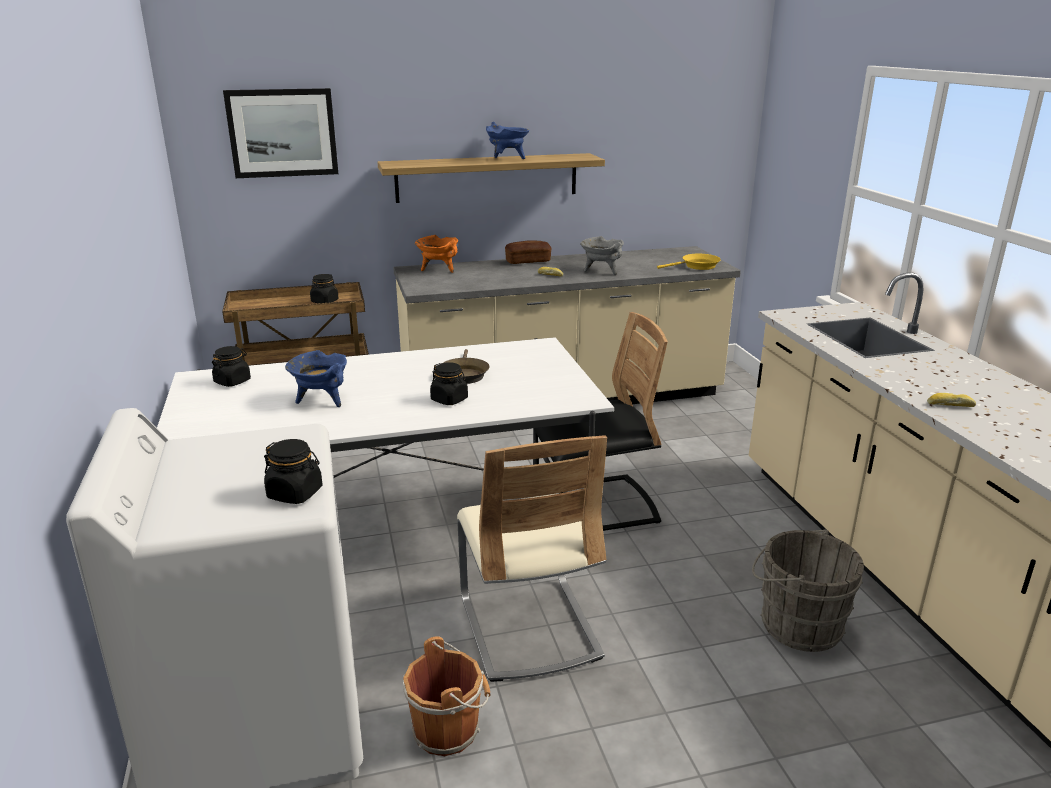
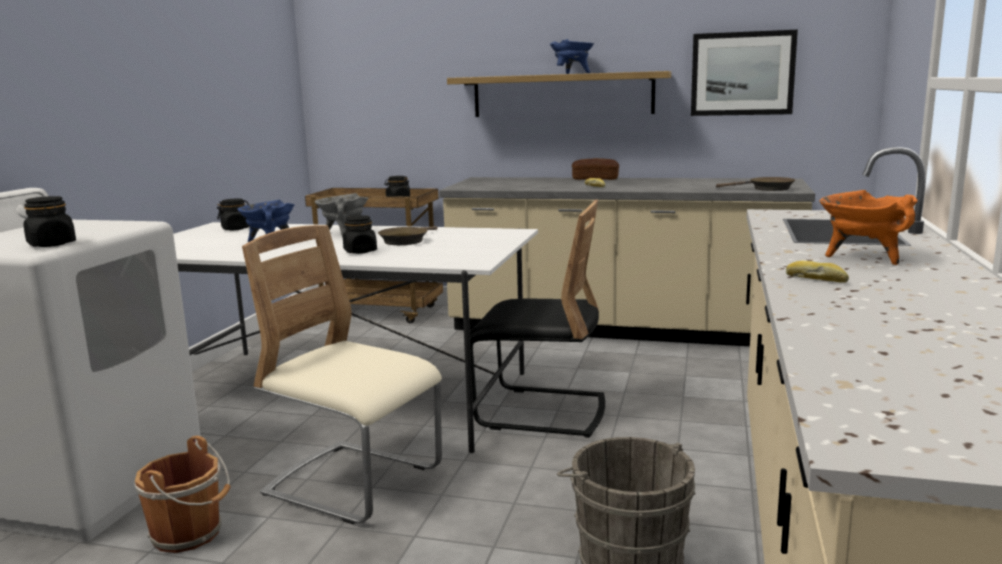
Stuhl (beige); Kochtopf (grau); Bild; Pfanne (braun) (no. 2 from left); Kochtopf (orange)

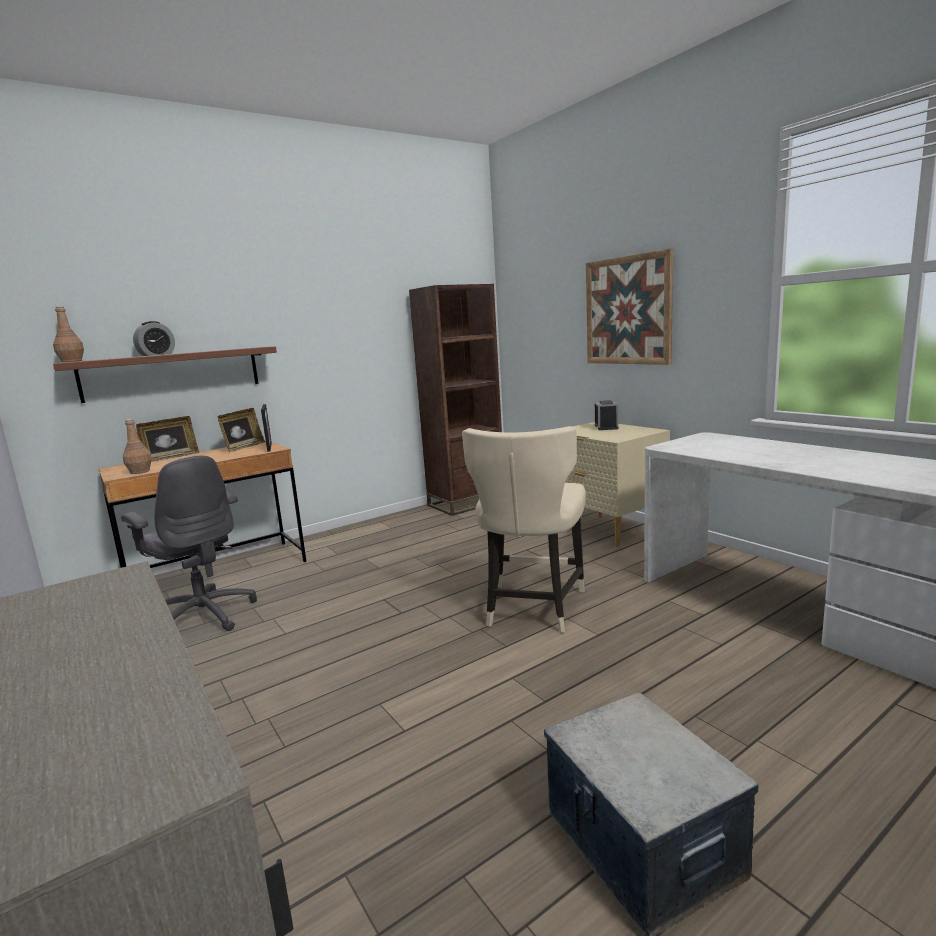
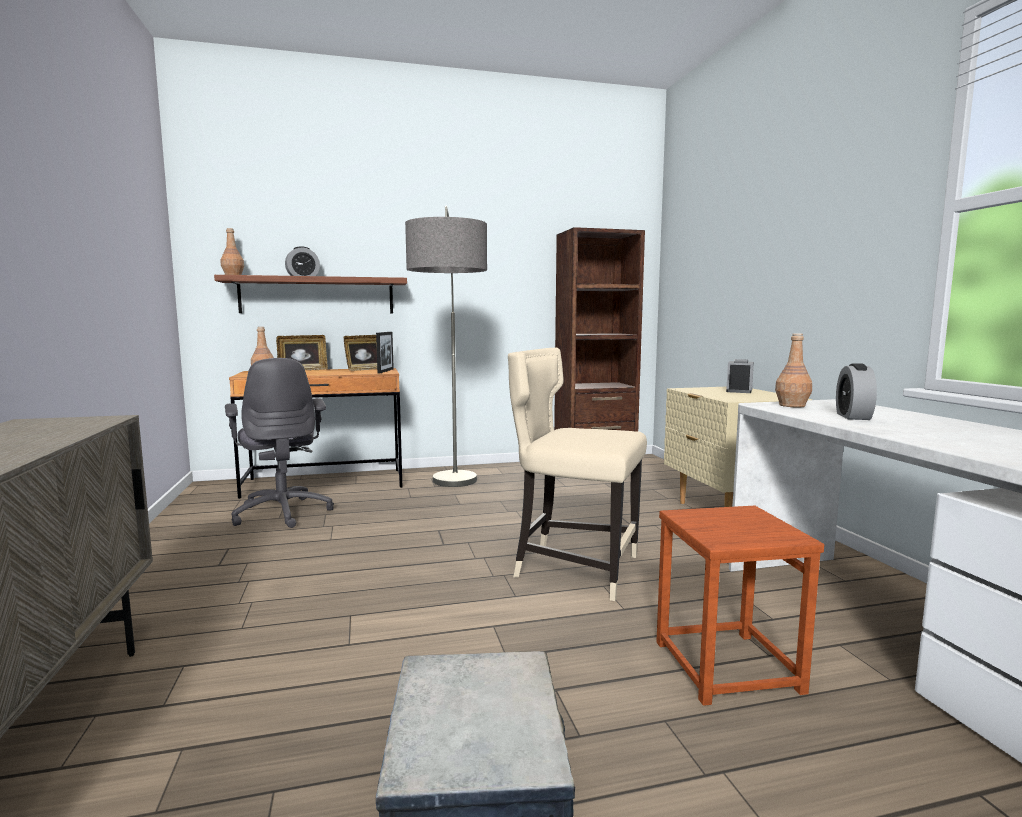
Stehlampe; Stuhl (beige); Hocker (braun); Flasche (braun) (no. 3 from left); Wecker (no. 3 from left); Bild

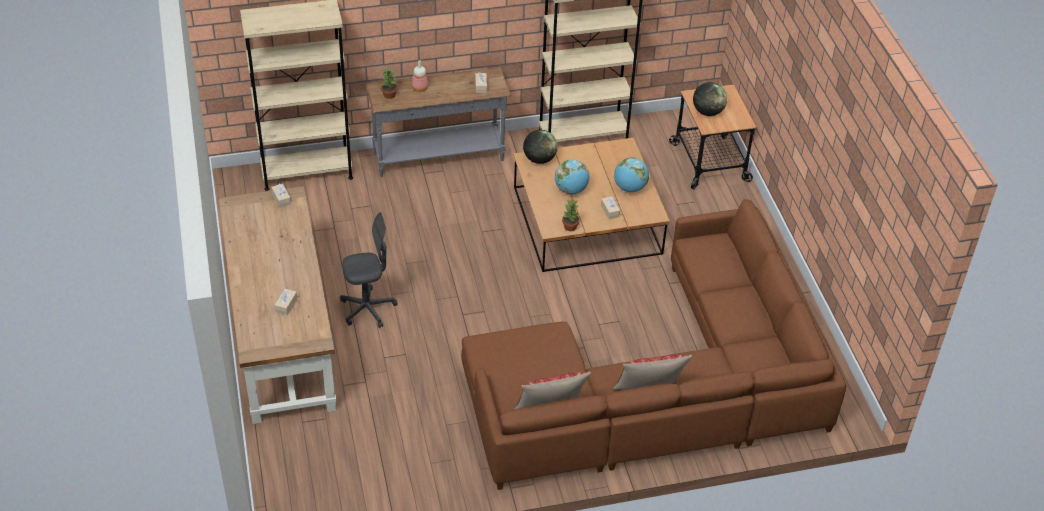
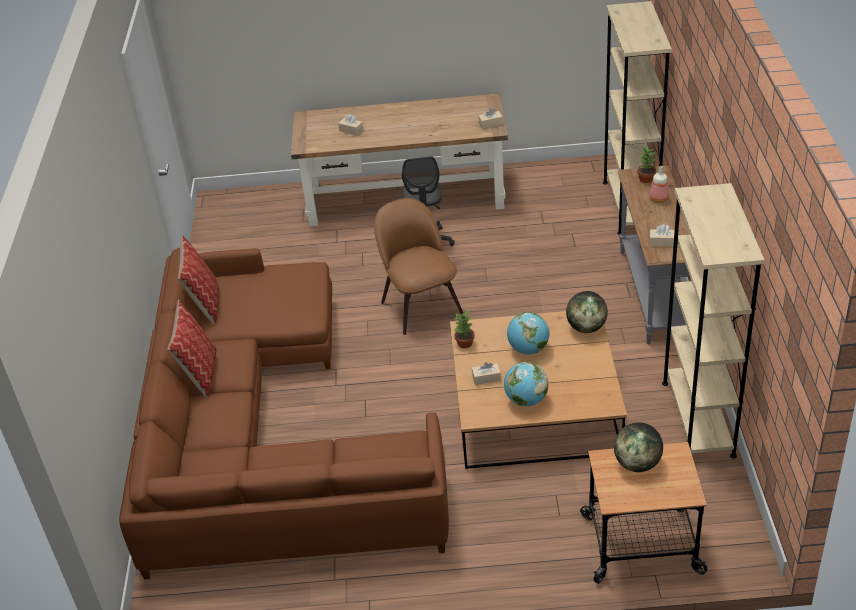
Stuhl (braun)

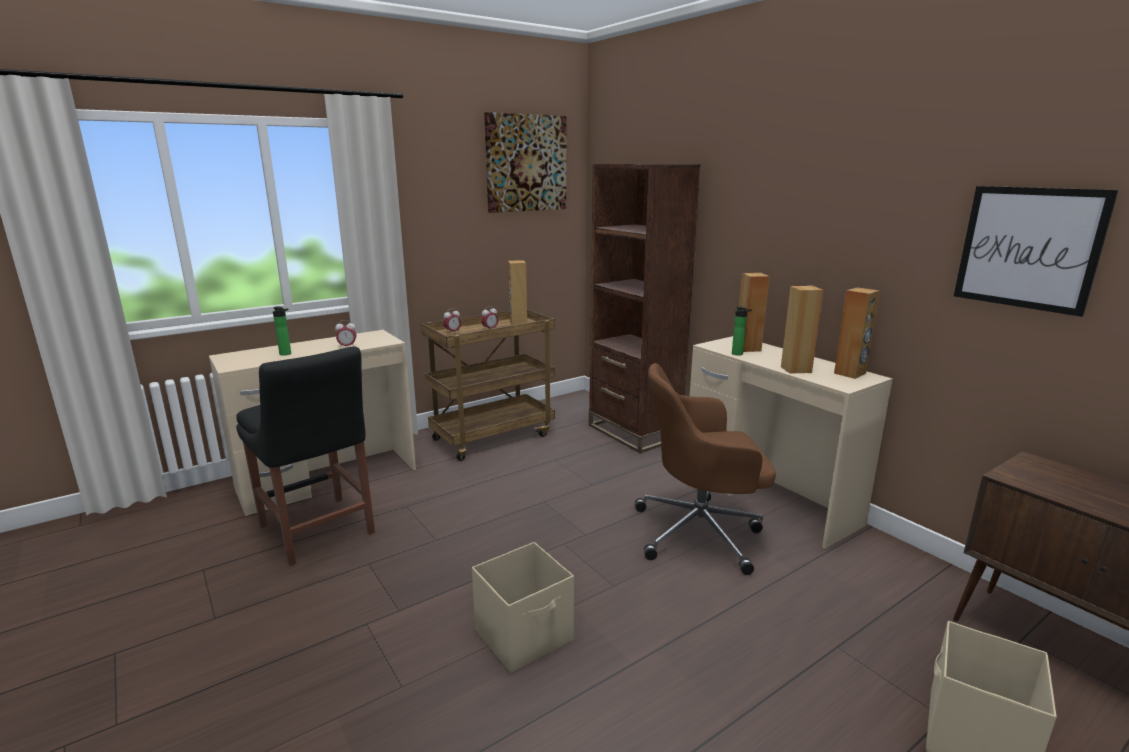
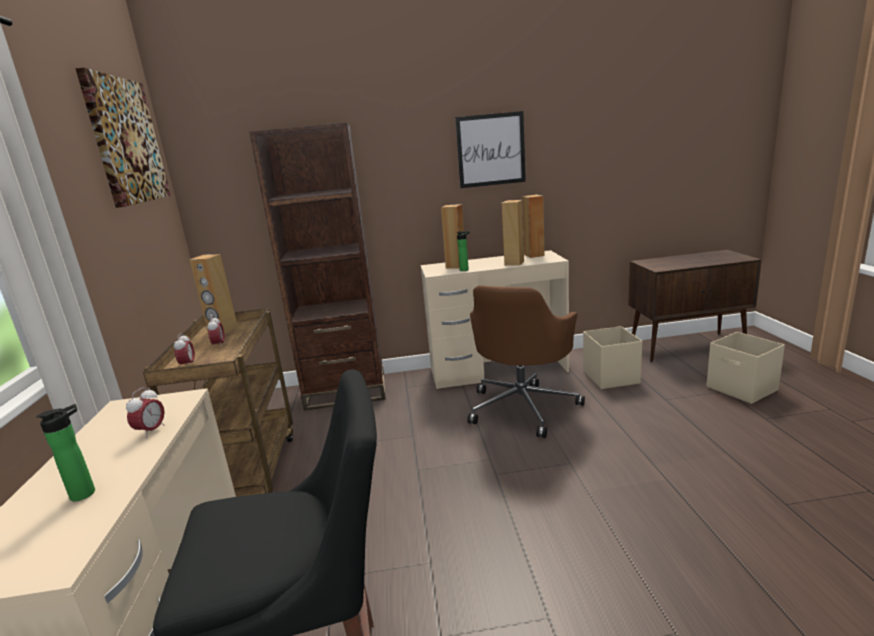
Bild (no. 2 from left); Aufbewahrungsbox (beige) (no. 1 from left)

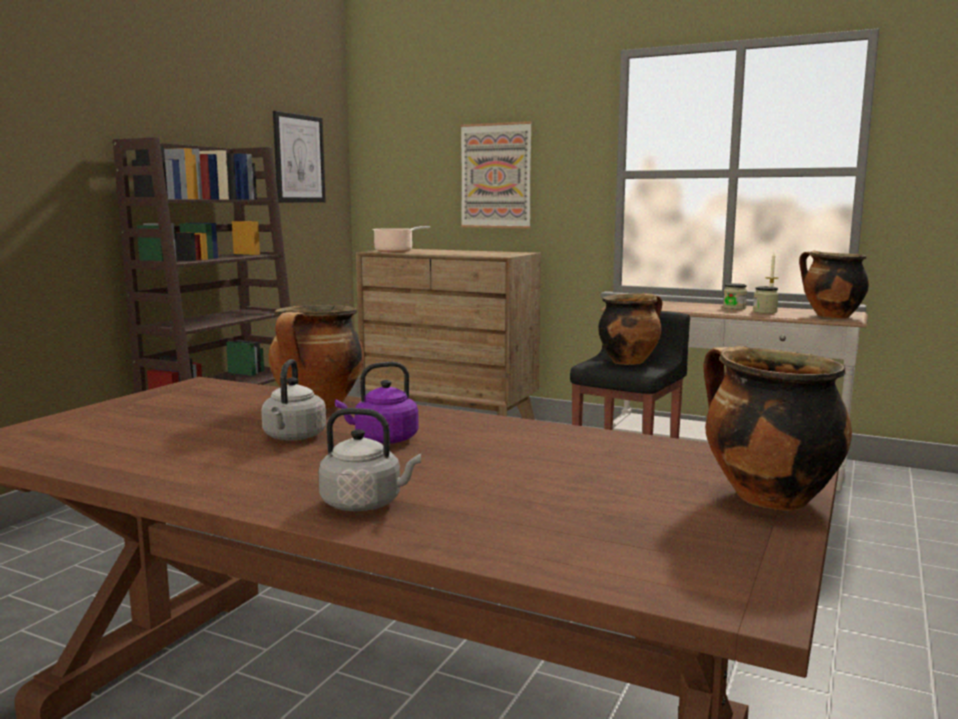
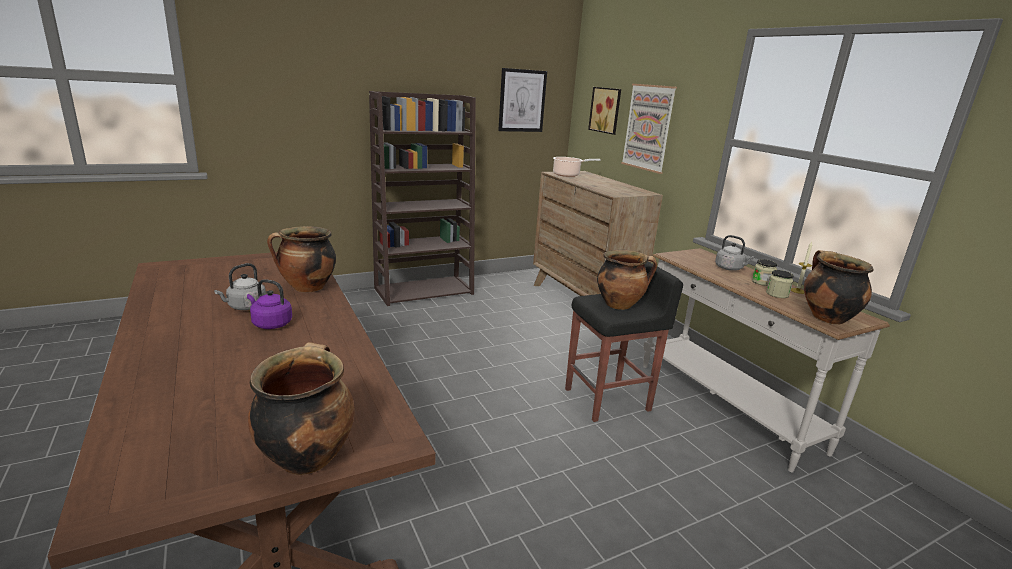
Bild (no. 2 from left); Wasserkessel (grau) (no. 2 from left)

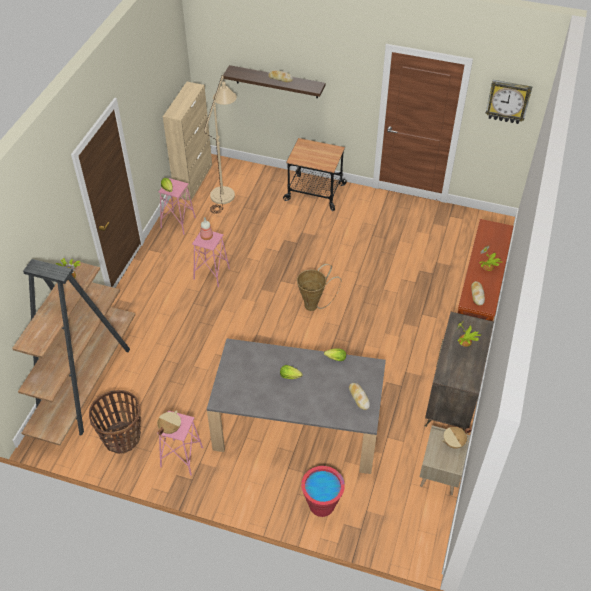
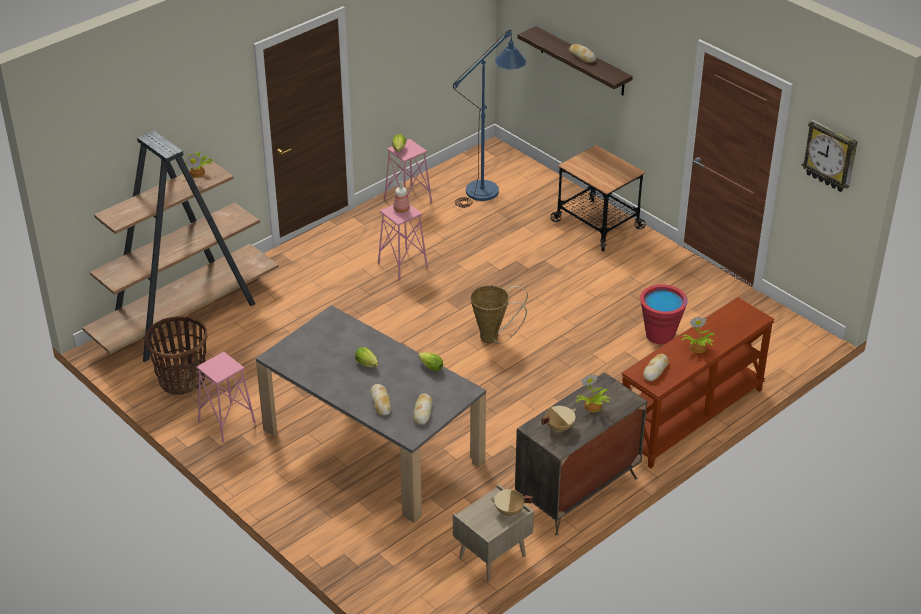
Brot (no. 1 from left); Stehlampe (blau); Kochtopf (beige) (no. 2 from left); Eimer (rot); Schrank (beige)

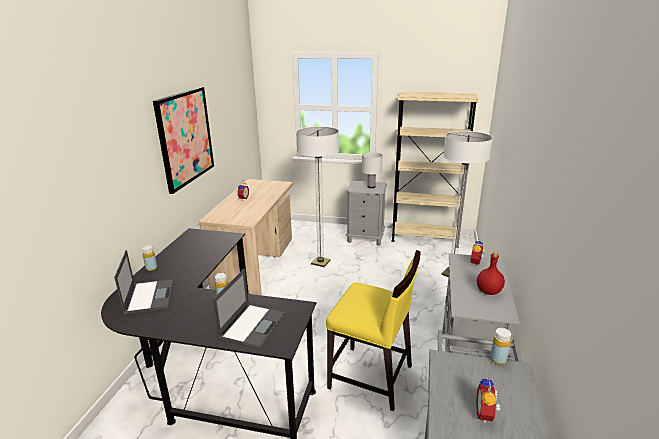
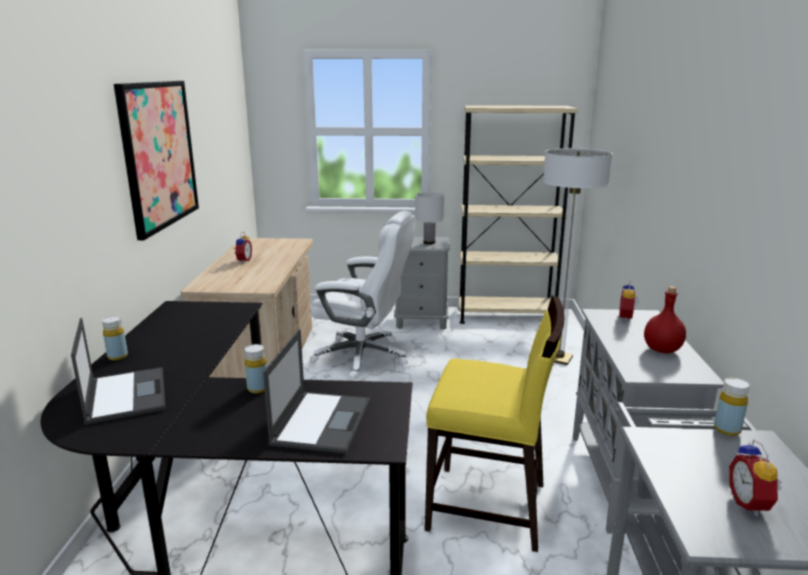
Bürostuhl (weiß)

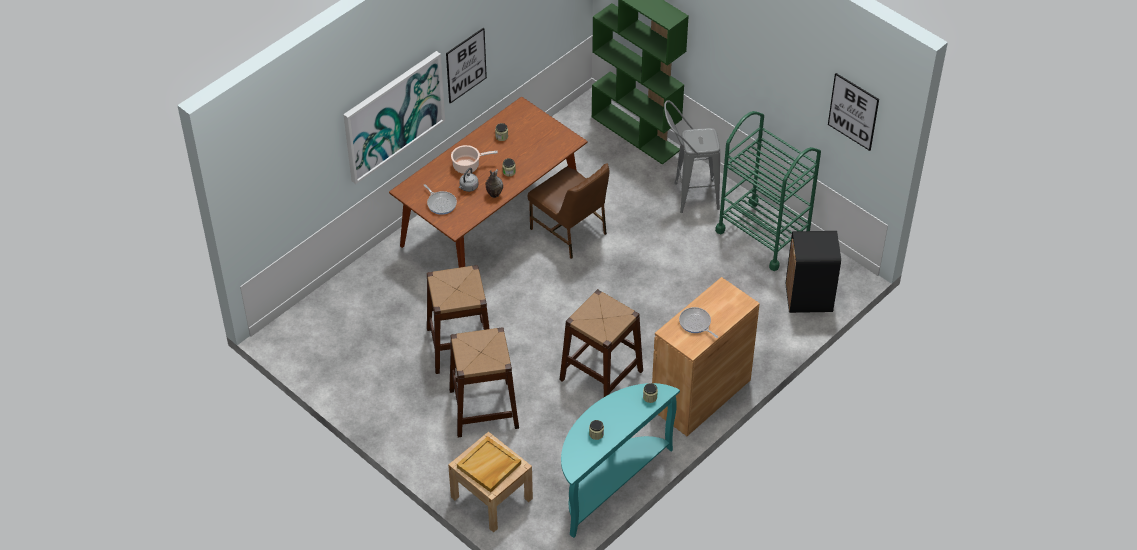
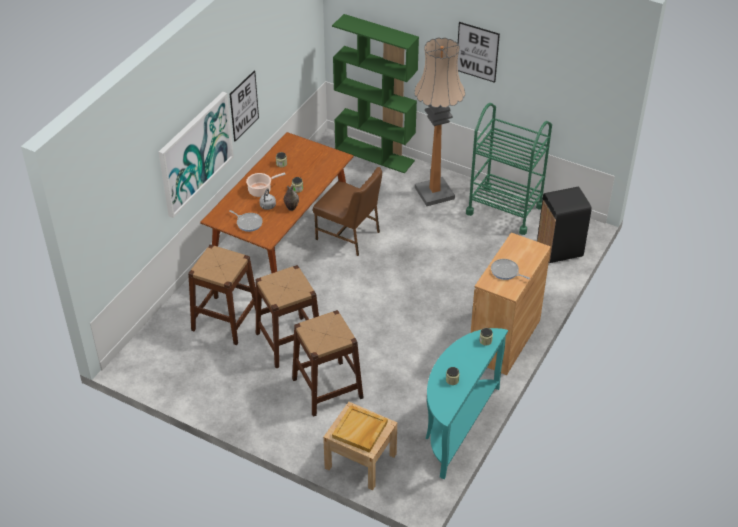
Hocker (braun) (no. 1 from left); Stehlampe; Bild (no. 3 from left)

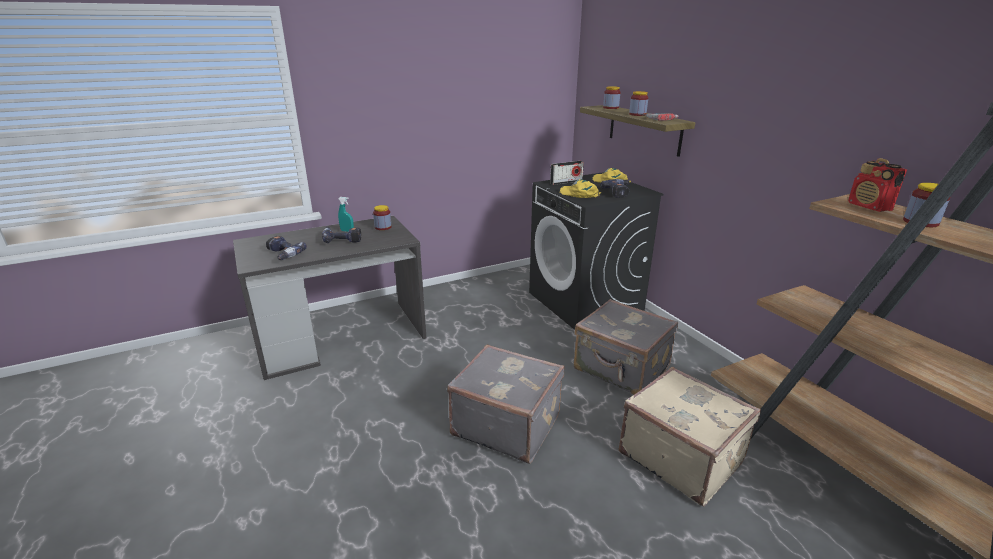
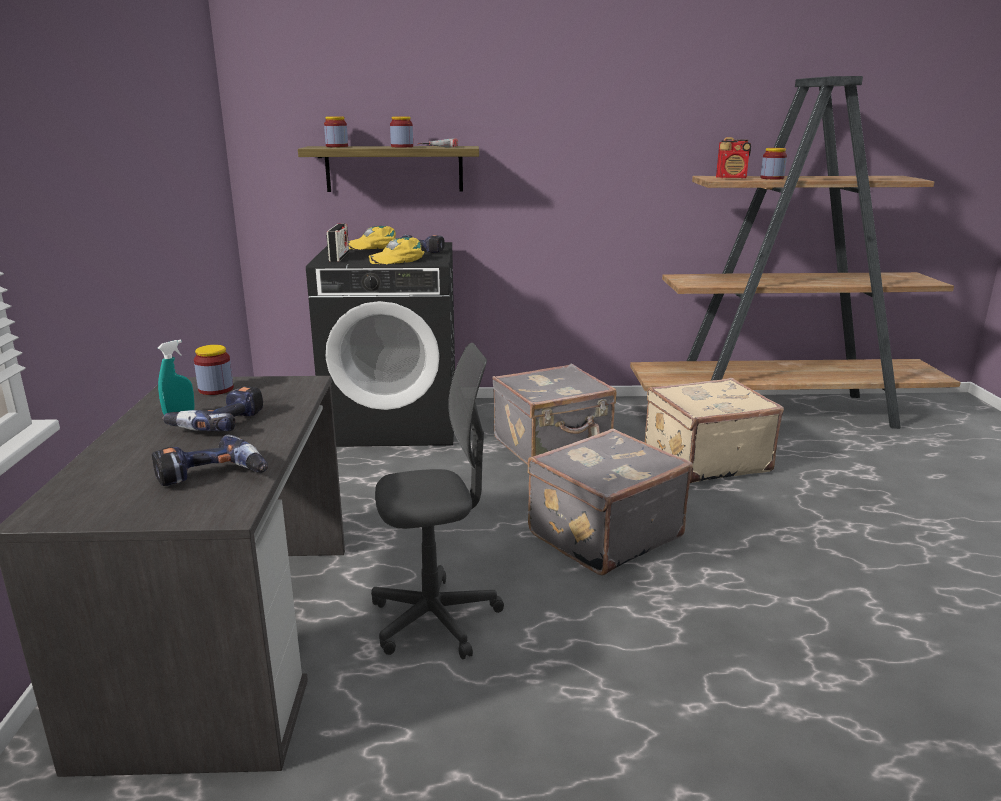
Bürostuhl (grau)

